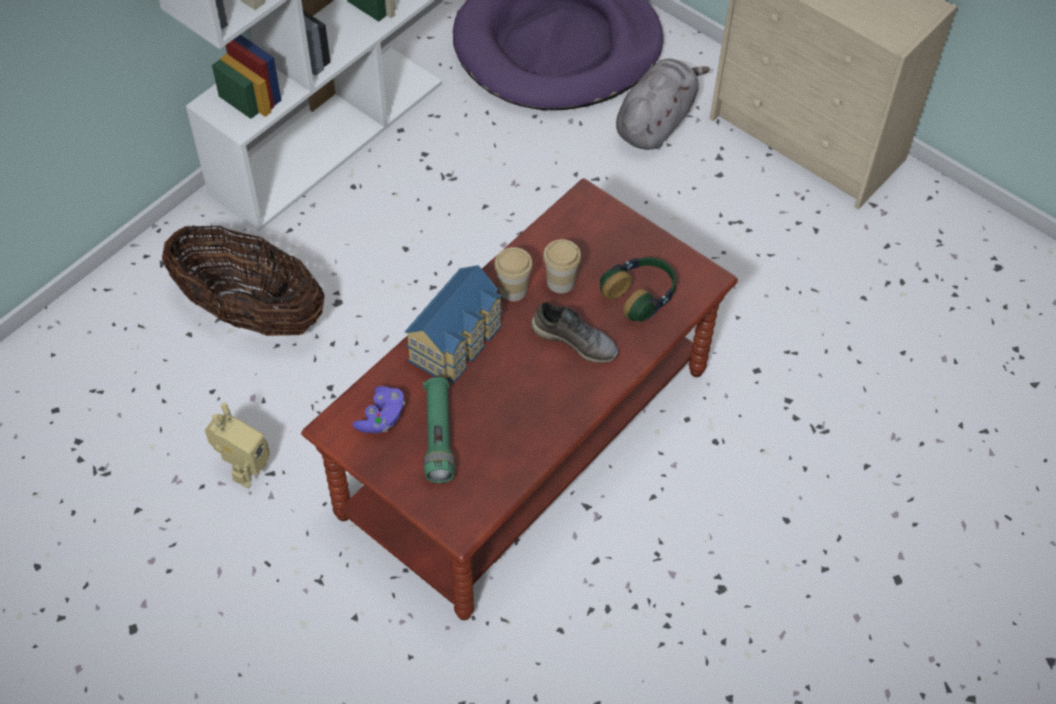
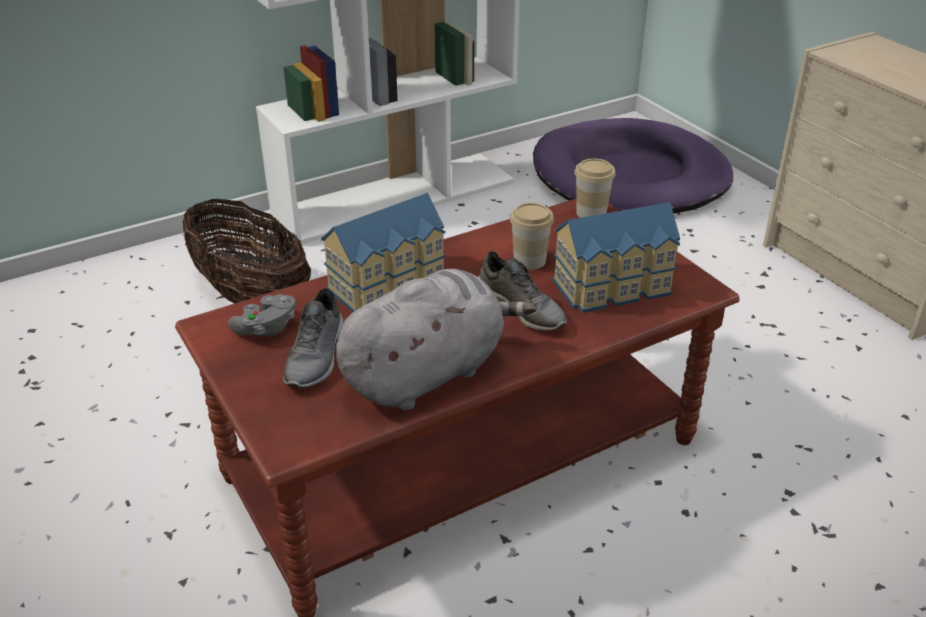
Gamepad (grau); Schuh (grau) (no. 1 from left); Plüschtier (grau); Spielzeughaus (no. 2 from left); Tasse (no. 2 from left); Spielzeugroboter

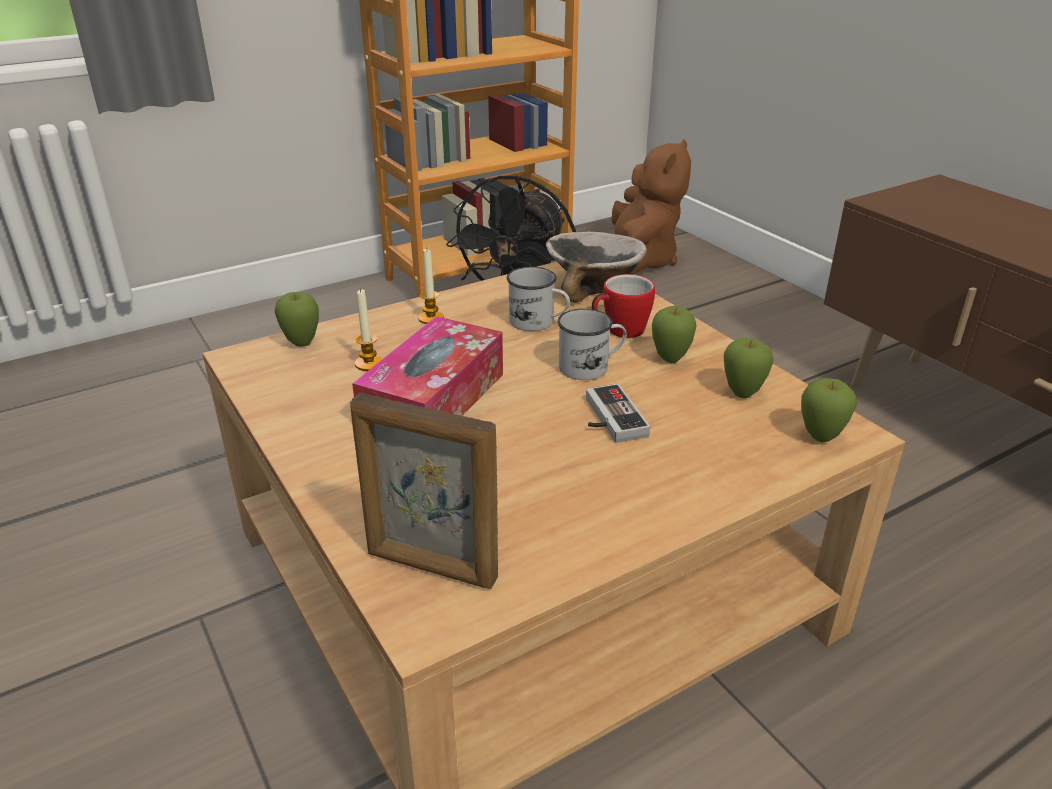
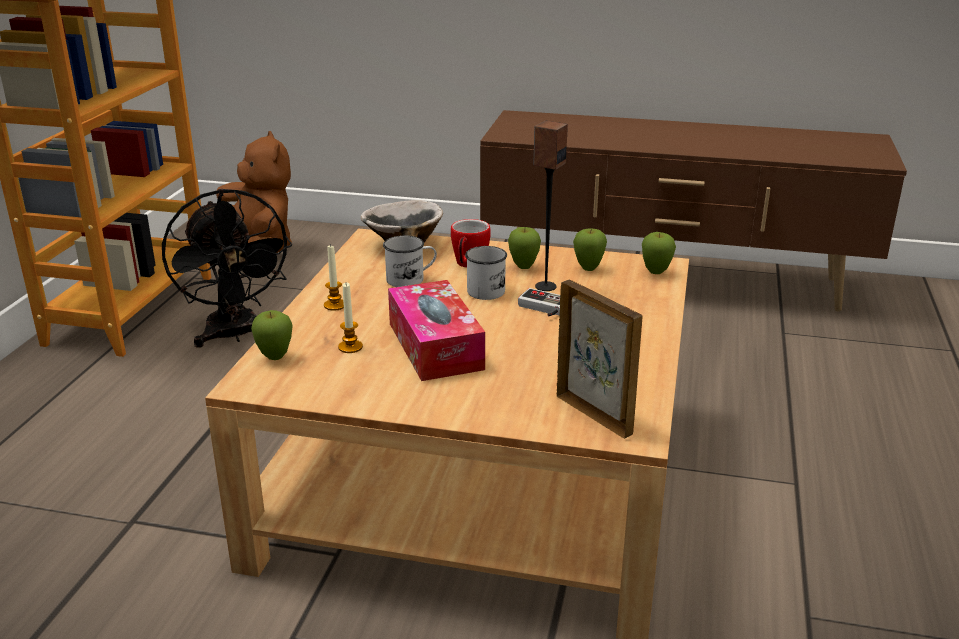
Lautsprecher; Bilderrahmen

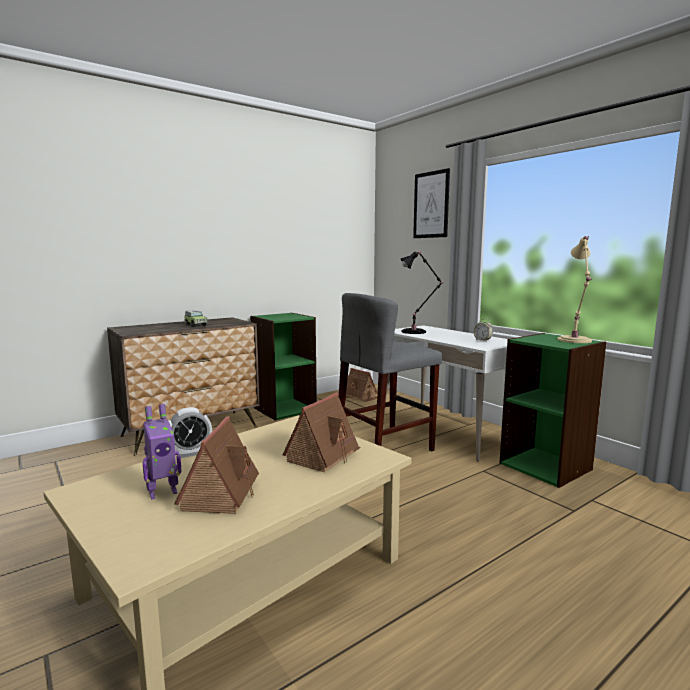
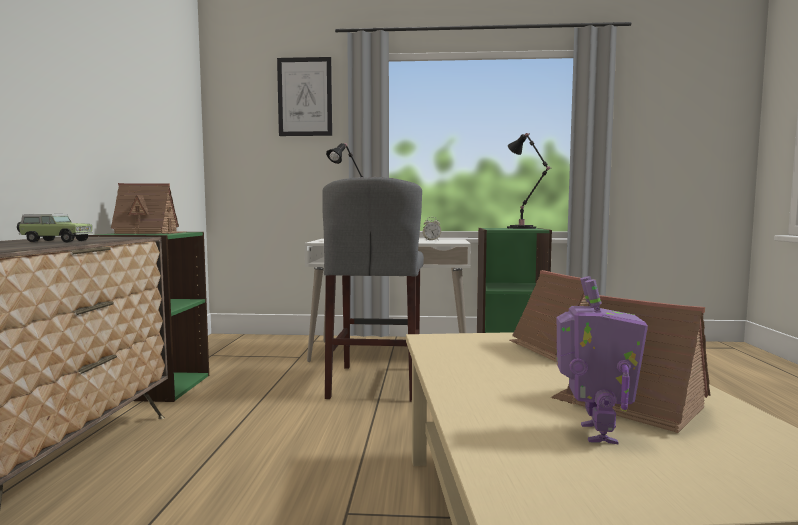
Spielzeughaus (no. 1 from left); Tischlampe (schwarz) (no. 2 from left); Wecker (no. 1 from left in the first image)

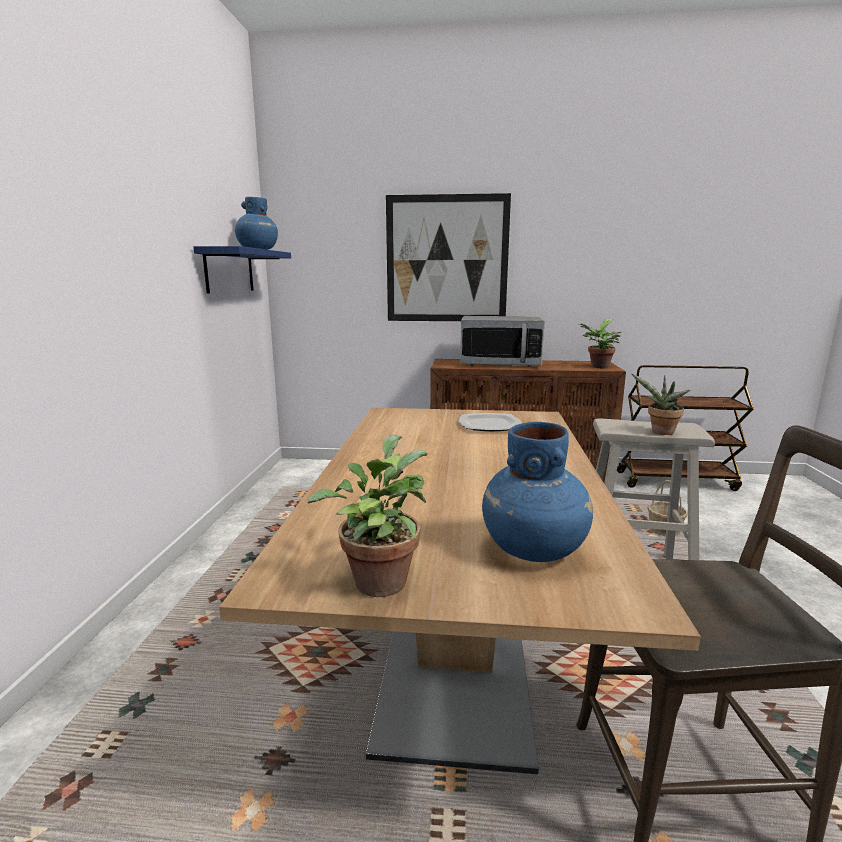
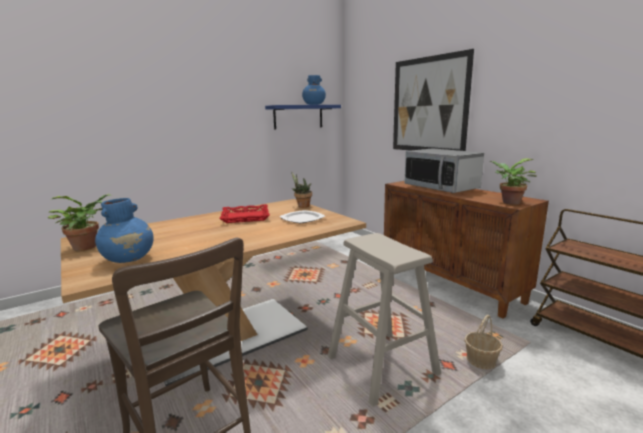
Tablett (rot); Topfpflanze (no. 2 from left)

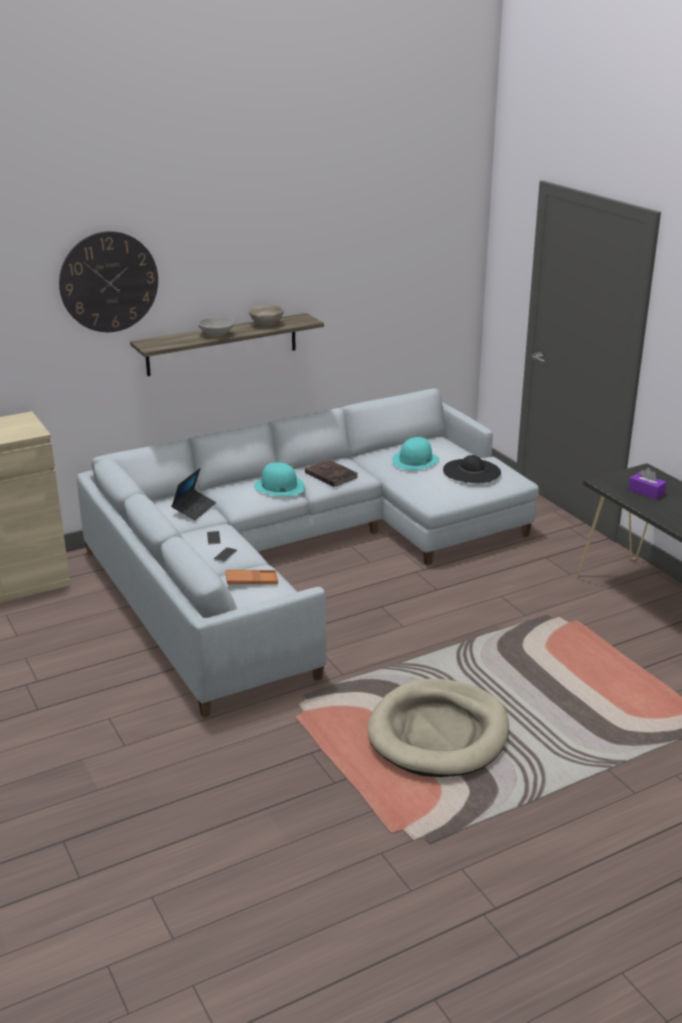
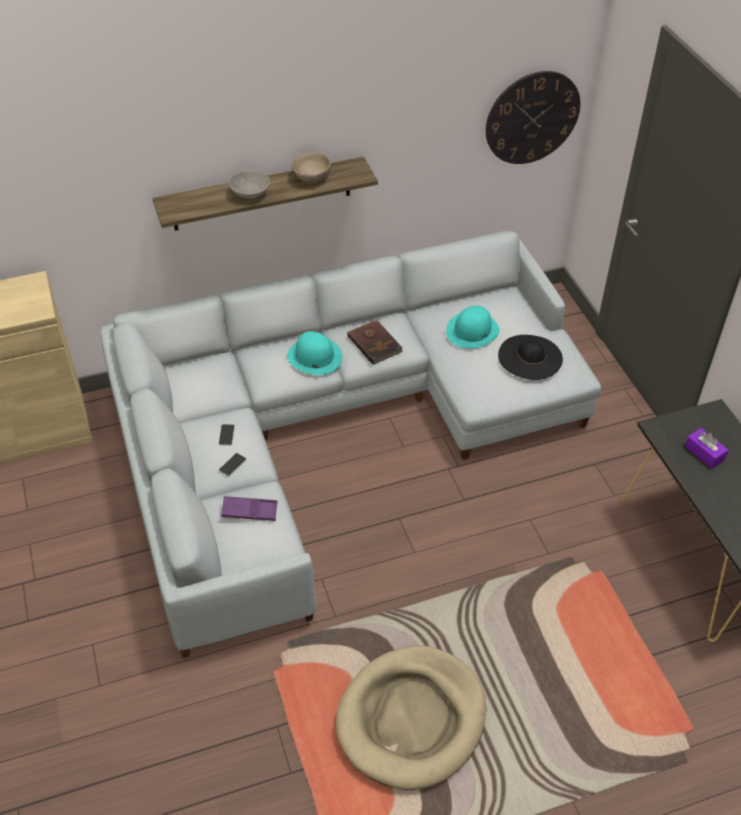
Tablett (lila); Wanduhr; Laptop

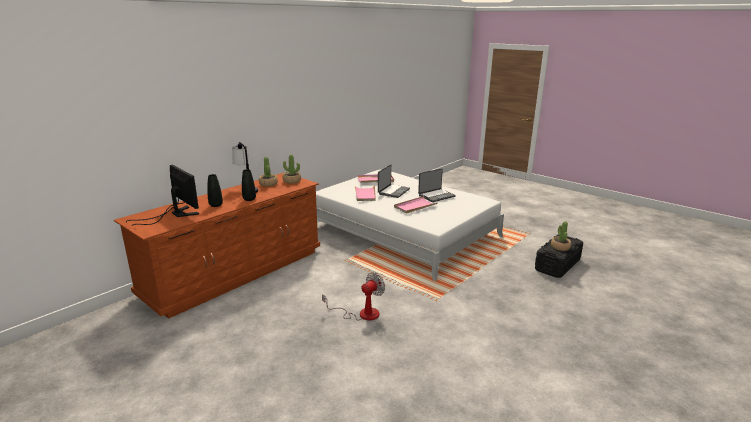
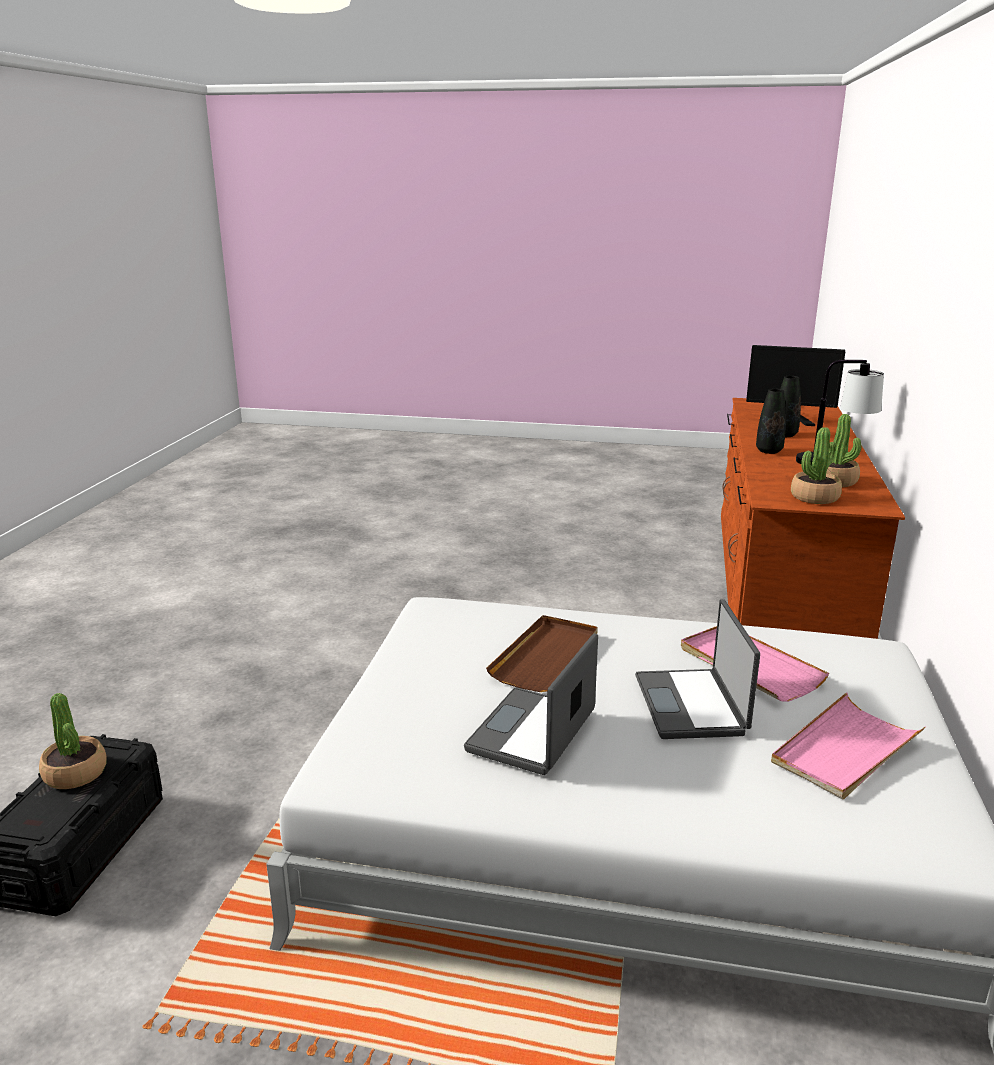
Tablett (braun); Ventilator

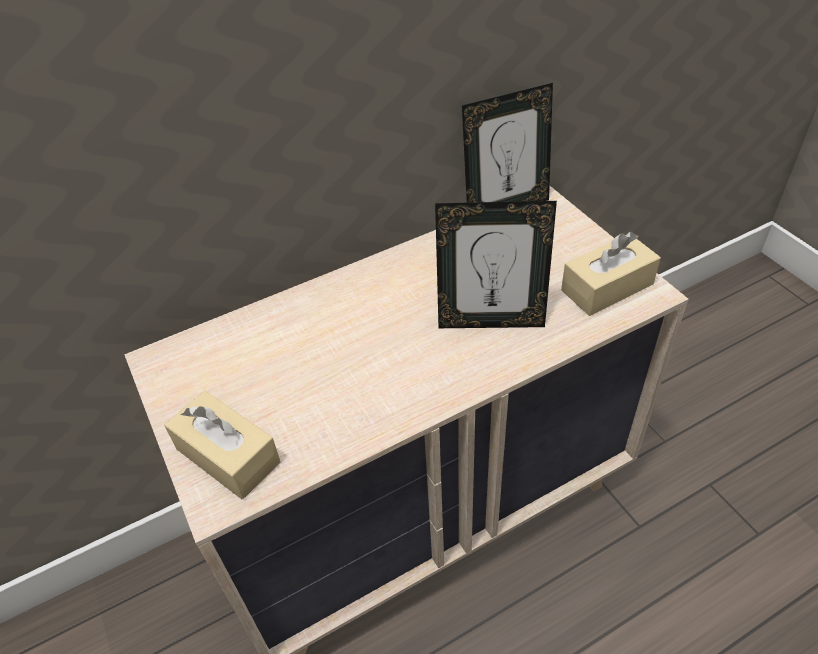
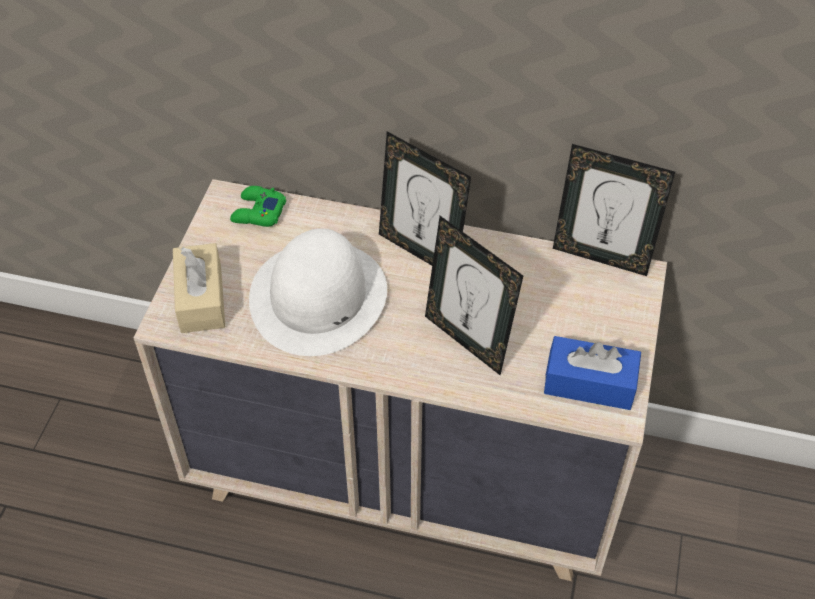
Gamepad (grün); Hut (weiß); Bilderrahmen (no. 1 from left); Taschentuchbox (blau)

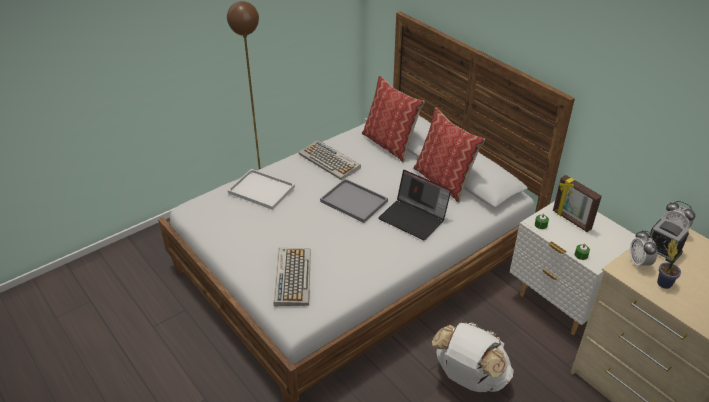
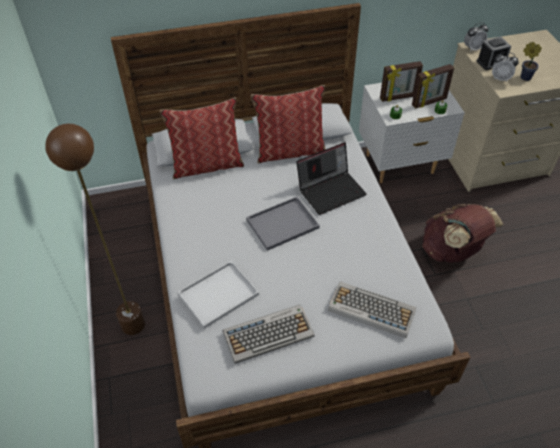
Tastatur (no. 1 from left); Bilderrahmen (no. 2 from left); Rucksack (braun)

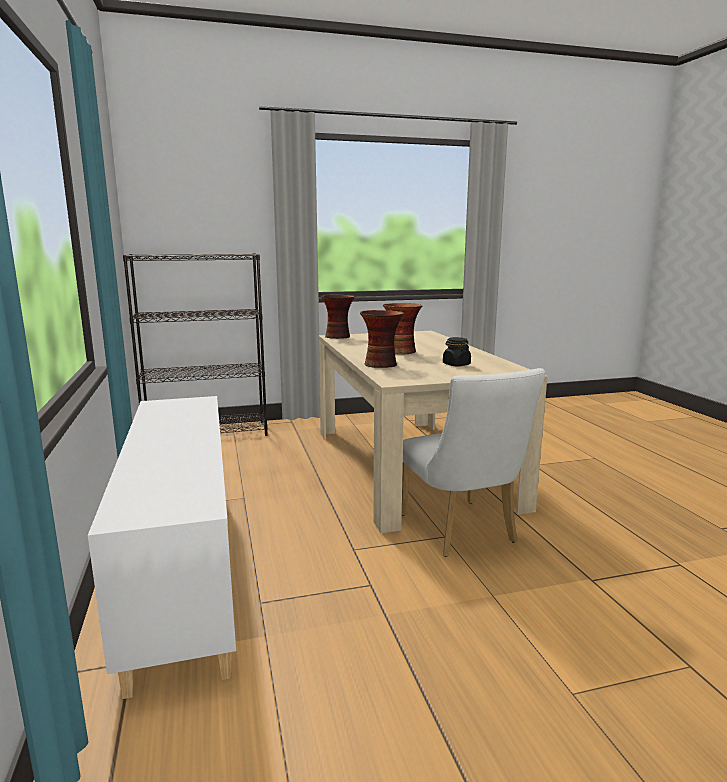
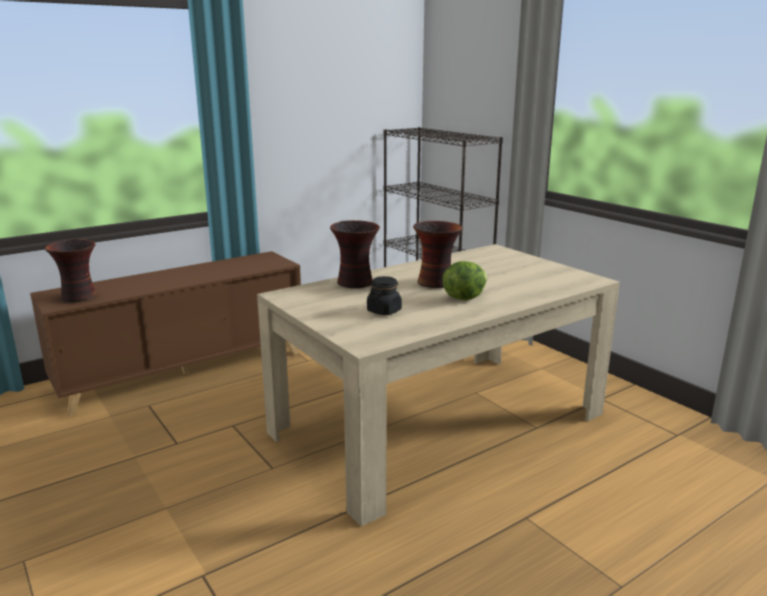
Schrank (braun); Vase (no. 1 from left); Salatkopf; Stuhl (weiß)

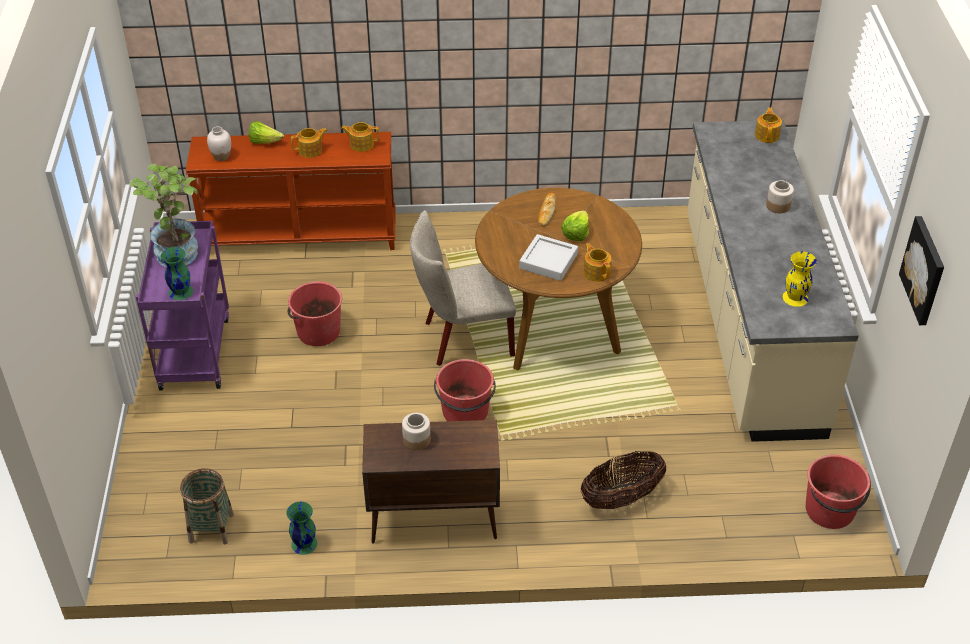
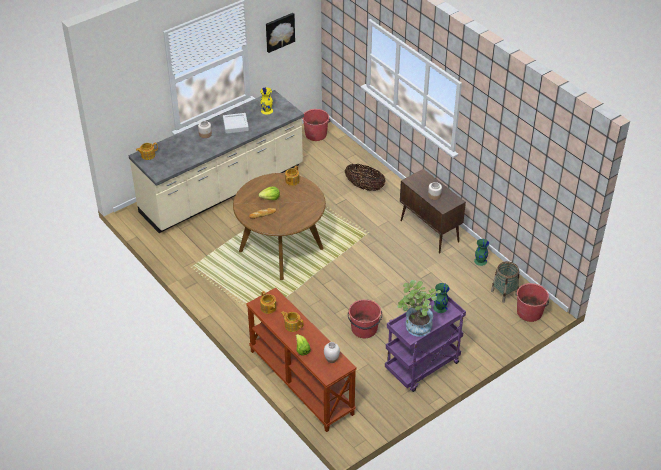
Tablett (grau); Eimer (rot) (no. 3 from left); Stuhl (beige)

